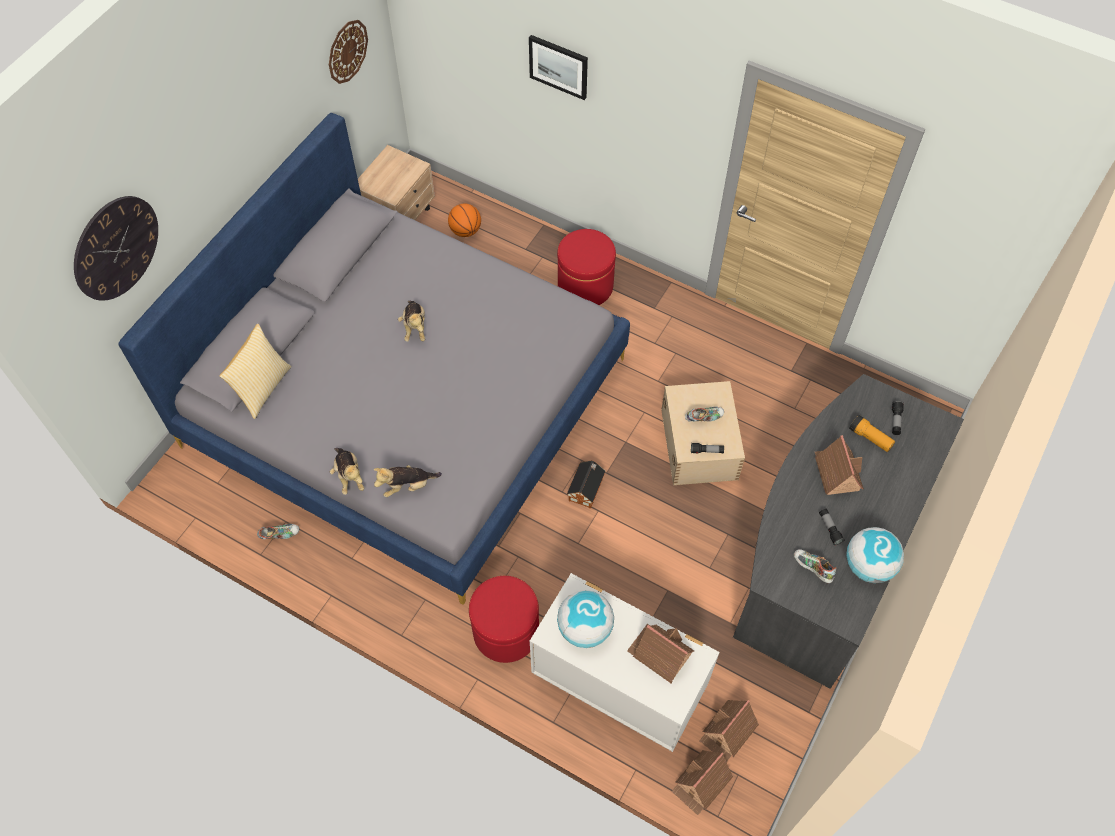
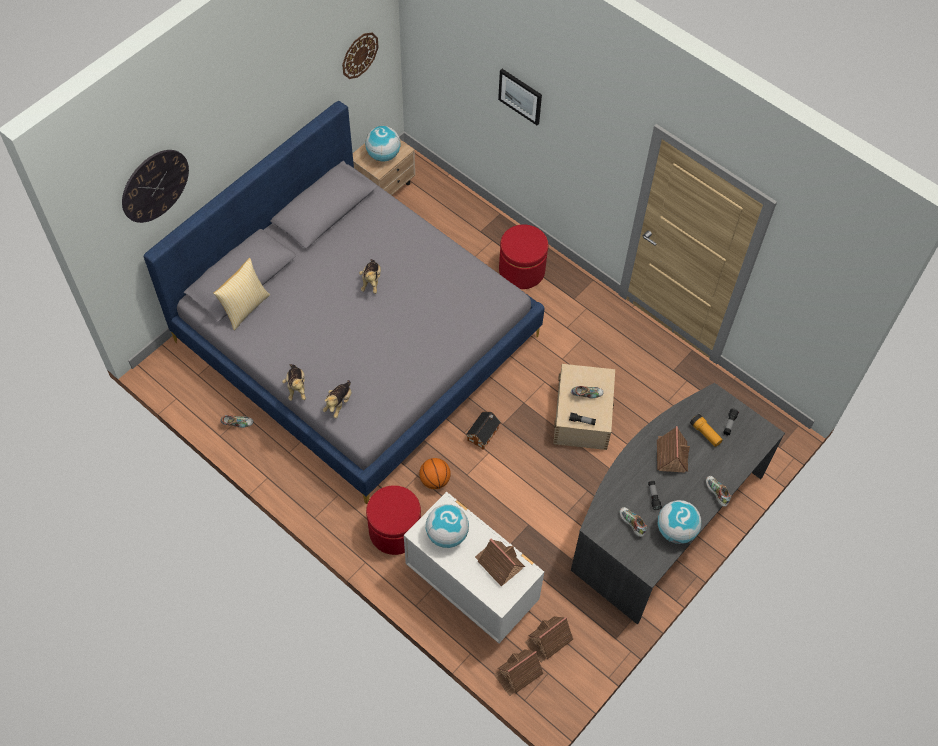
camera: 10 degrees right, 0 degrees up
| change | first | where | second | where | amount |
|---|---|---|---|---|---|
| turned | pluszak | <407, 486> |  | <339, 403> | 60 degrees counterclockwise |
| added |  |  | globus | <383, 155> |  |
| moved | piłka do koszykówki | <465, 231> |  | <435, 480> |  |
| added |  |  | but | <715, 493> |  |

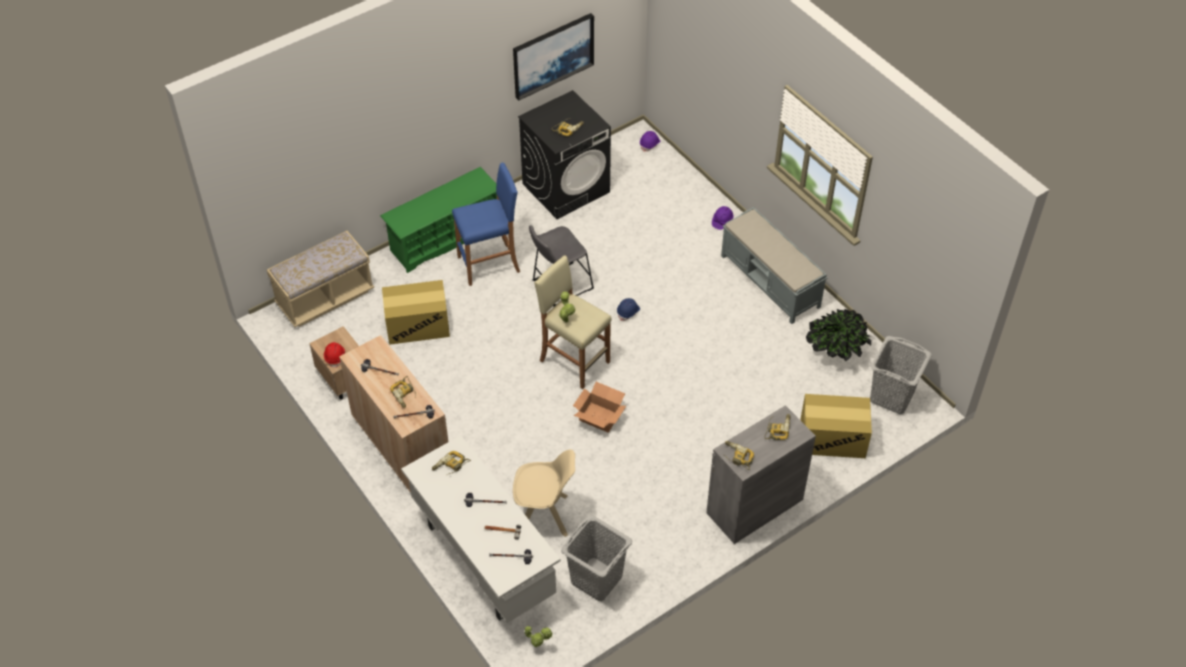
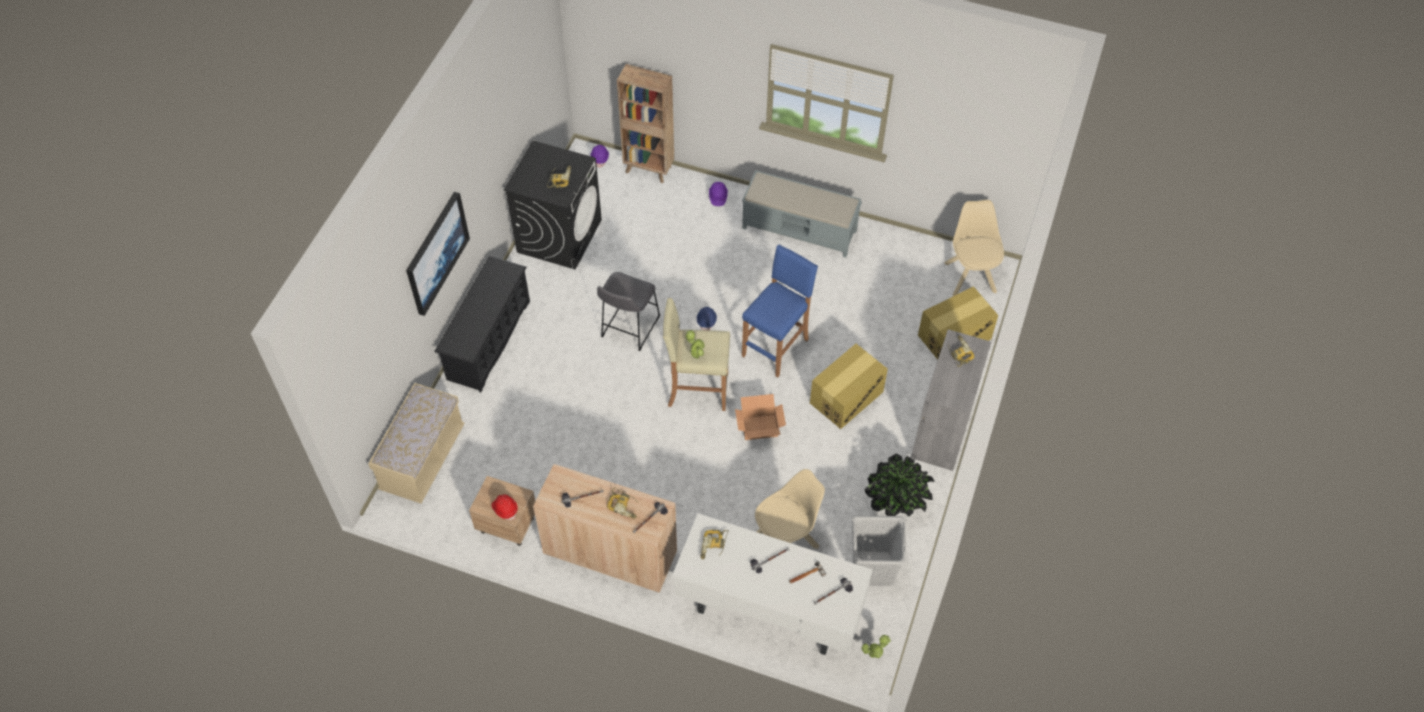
camera: 35 degrees left, 5 degrees up
| change | first | where | second | where | amount |
|---|---|---|---|---|---|
| moved | obraz | <553, 55> |  | <436, 253> |  |
| recoloured | regał na buty [zielony] | <445, 238> | regał na buty [czarny] | <488, 340> |  |
| added |  |  | regał [brązowy] | <649, 169> |  |
| moved | stołek [niebieski] | <489, 264> |  | <776, 347> |  |
| moved | karton | <417, 325> |  | <846, 397> |  |
| moved | roślina doniczkowa | <835, 354> |  | <896, 503> |  |
| replaced | kosz na pranie [szary] | <892, 396> | krzesło [beżowy] | <970, 276> |  |
| removed | wiertarka | <737, 457> |  |  |  |

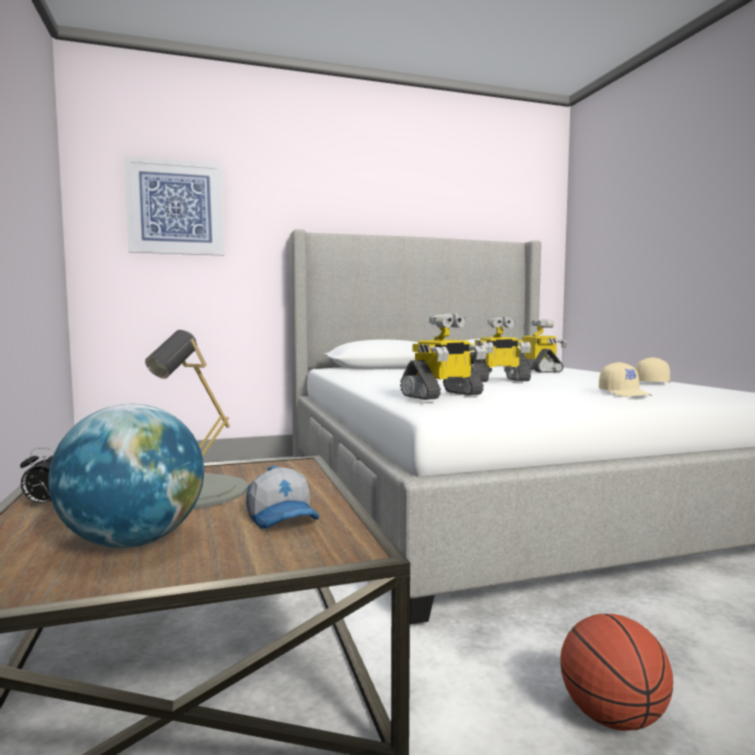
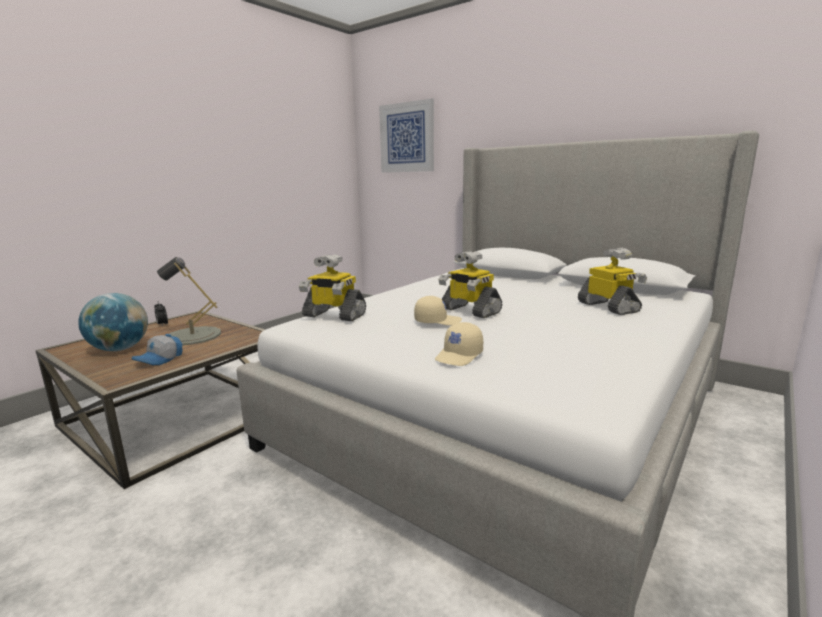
camera: 55 degrees right, 10 degrees up
| change | first | where | second | where | amount |
|---|---|---|---|---|---|
| moved | czapka z daszkiem [beżowy] | <652, 383> |  | <437, 321> |  |
| turned | robot zabawkowy | <538, 370> |  | <609, 307> | 60 degrees counterclockwise |
| removed | piłka do koszykówki | <612, 717> |  |  |  |

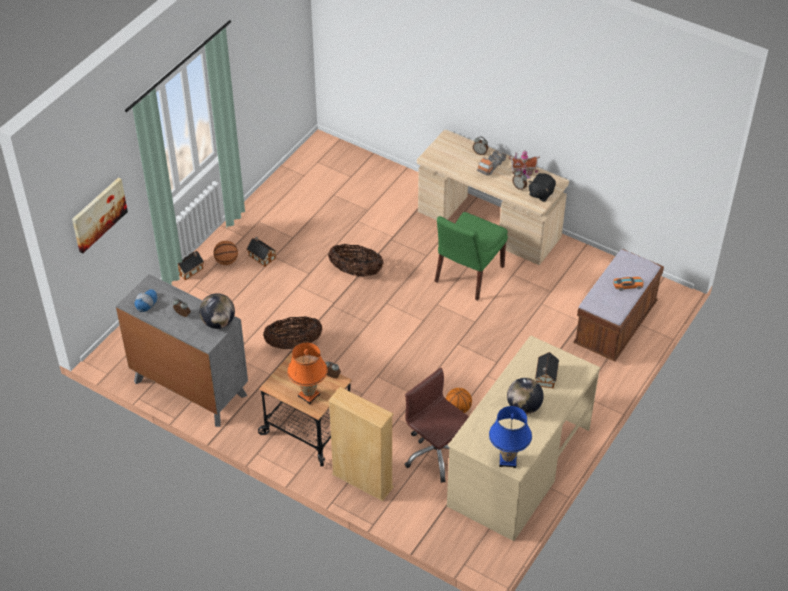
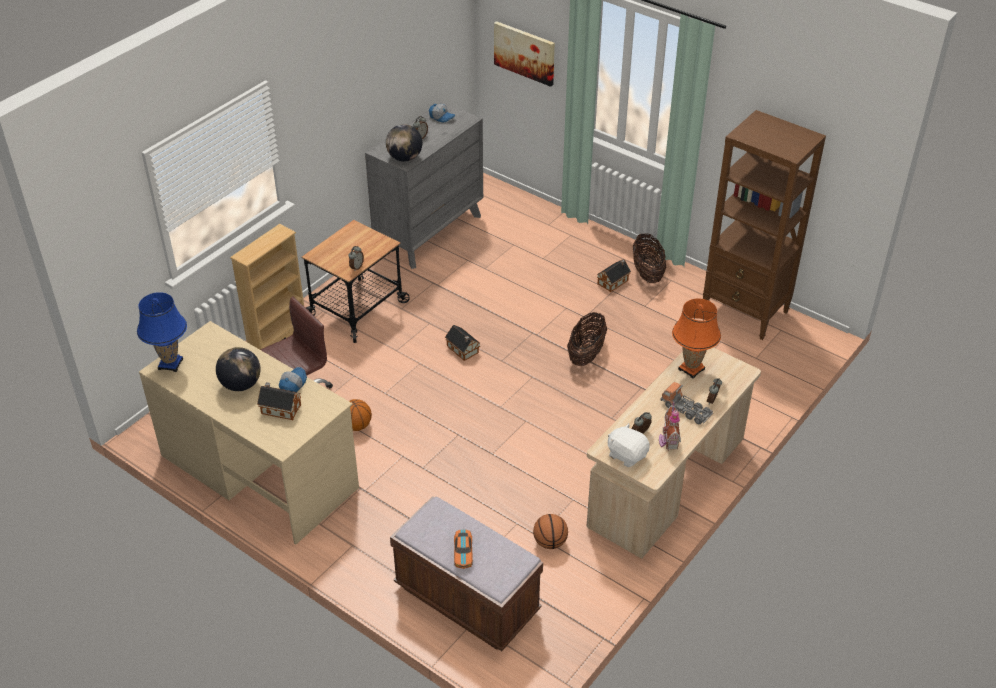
camera: 95 degrees right, 5 degrees down
| change | first | where | second | where | amount |
|---|---|---|---|---|---|
| added |  |  | czapka z daszkiem | <292, 384> |  |
| moved | domek | <190, 270> |  | <463, 350> |  |
| moved | piłka do koszykówki | <226, 261> |  | <550, 542> |  |
| recoloured | pluszak [czarny] | <541, 194> | pluszak [biały] | <627, 455> |  |
| moved | koszyk | <293, 344> |  | <647, 273> |  |
| moved | lampa stołowa [pomarańczowy] | <309, 395> |  | <691, 369> |  |
| added |  |  | regał [brązowy] | <745, 312> |  |
| removed | krzesło [zielony] | <468, 275> |  |  |  |

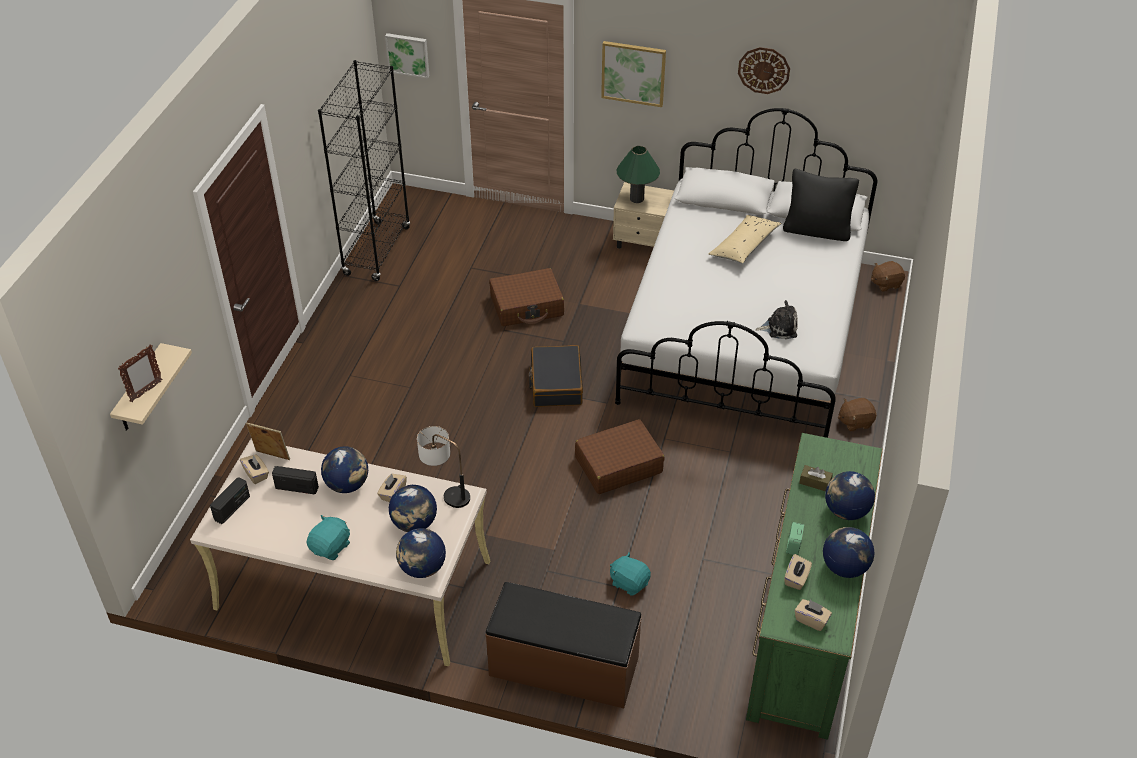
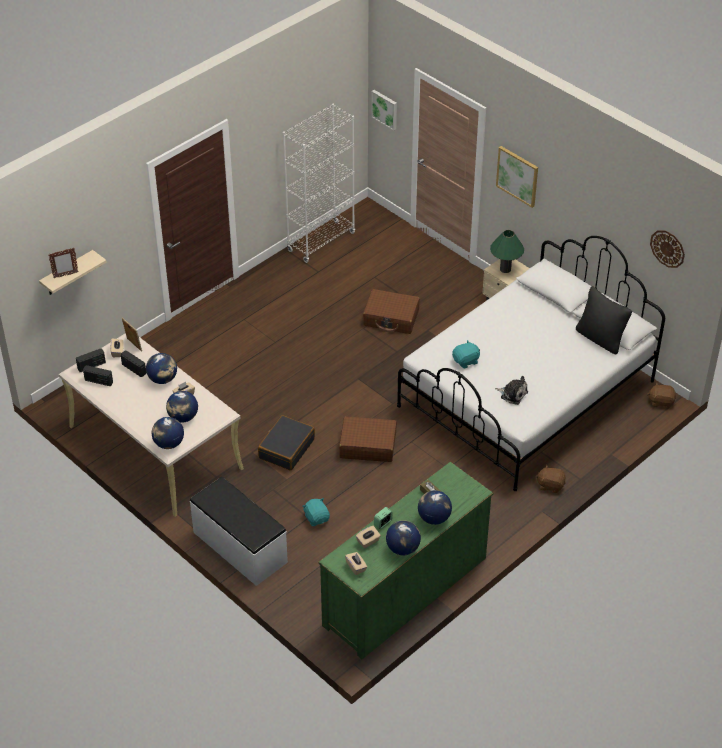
camera: 30 degrees right, 0 degrees up
| change | first | where | second | where | amount |
|---|---|---|---|---|---|
| added |  |  | radio | <98, 381> |  |
| recoloured | ławka [brązowy] | <563, 667> | ławka [biały] | <239, 547> |  |
| moved | walizka [czarny] | <556, 384> |  | <286, 448> |  |
| recoloured | regał [czarny] | <377, 251> | regał [biały] | <321, 242> |  |
| moved | pluszak [turkusowy] | <331, 547> |  | <466, 361> |  |
| moved | zegar ścienny | <764, 70> |  | <667, 248> |  |
| removed | lampa stołowa | <446, 492> |  |  |  |
| removed | poduszka [beżowy] | <744, 246> |  |  |  |

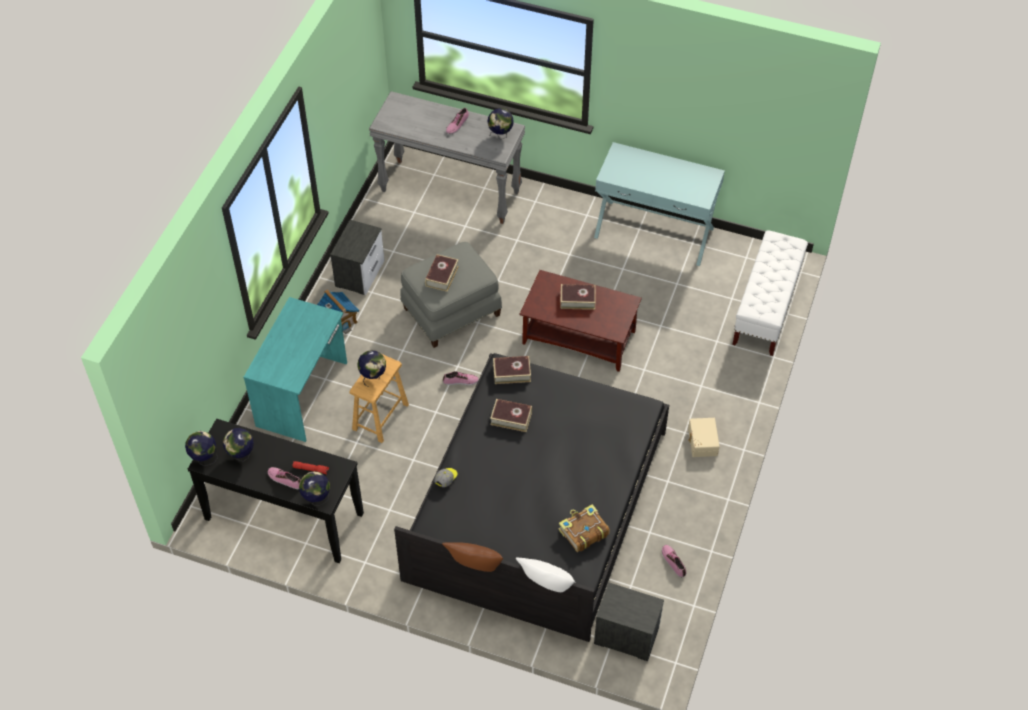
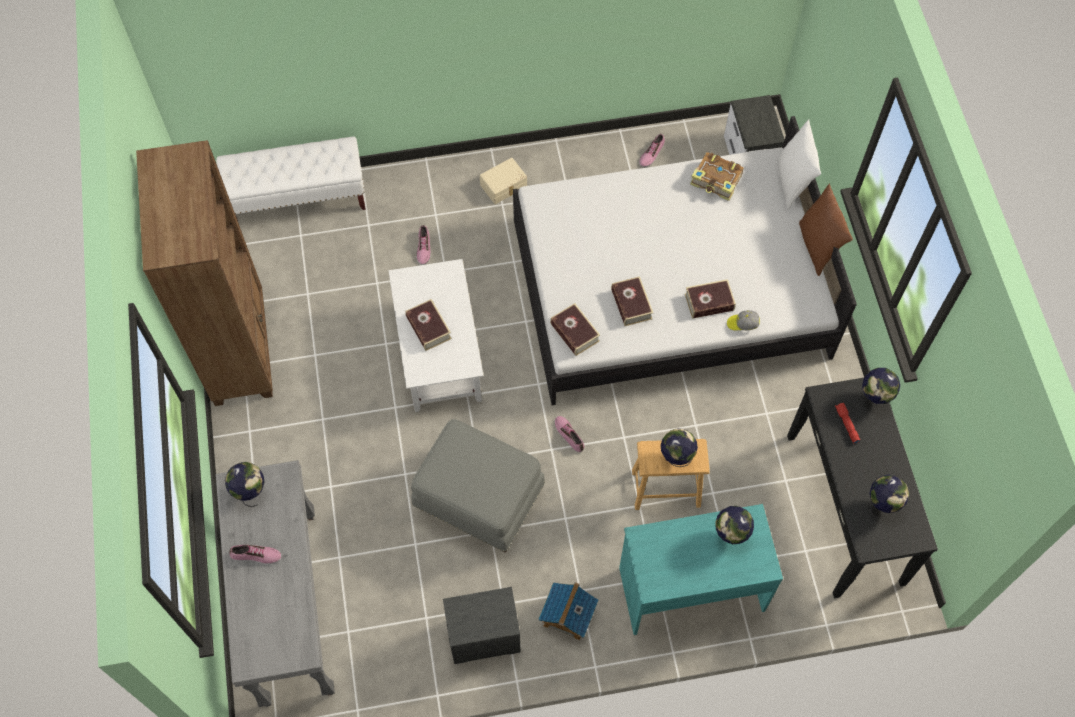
camera: 120 degrees left, 10 degrees up
| change | first | where | second | where | amount |
|---|---|---|---|---|---|
| replaced | stolik konsolowy [turkusowy] | <654, 232> | regał [brązowy] | <240, 349> |  |
| recoloured | ława [brązowy] | <580, 337> | ława [biały] | <438, 350> |  |
| moved | but | <285, 479> |  | <423, 248> |  |
| recoloured | łóżko [czarny] | <537, 505> | łóżko [biały] | <669, 287> |  |
| moved | książka | <442, 276> |  | <709, 302> |  |
| moved | globus | <204, 459> |  | <730, 535> |  |

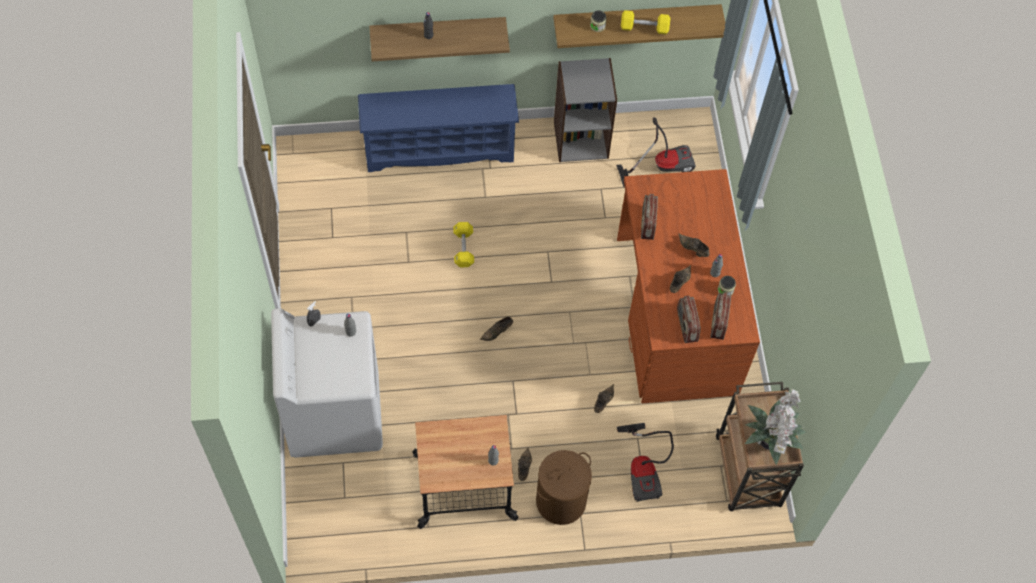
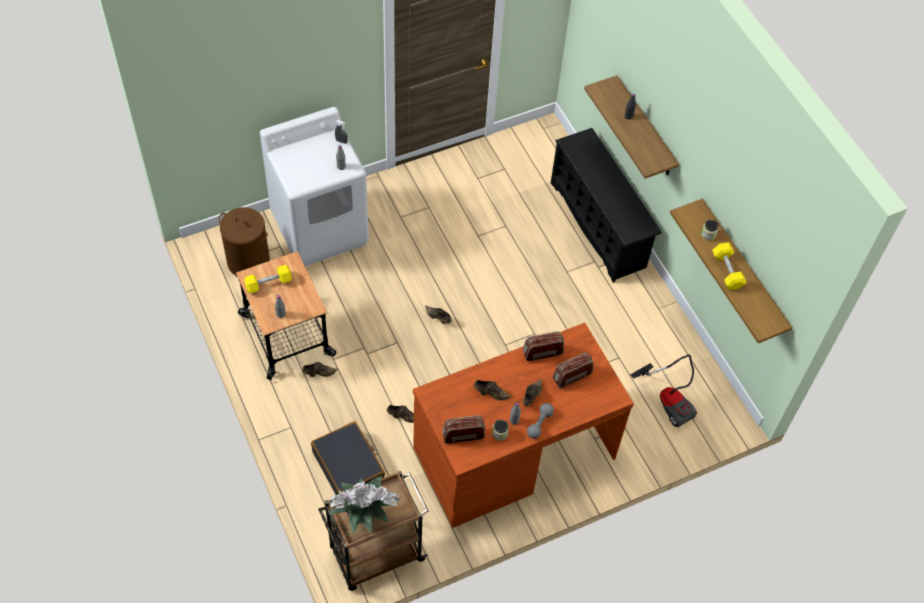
camera: 70 degrees right, 5 degrees down
| change | first | where | second | where | amount |
|---|---|---|---|---|---|
| moved | kosz na pranie [brązowy] | <561, 500> |  | <249, 261> |  |
| moved | hantel [żółty] | <463, 248> |  | <268, 283> |  |
| replaced | odkurzacz | <643, 470> | walizka [czarny] | <348, 466> |  |
| added |  |  | hantel [szary] | <539, 424> |  |
| recoloured | regał na buty [niebieski] | <440, 148> | regał na buty [czarny] | <599, 225> |  |
| moved | radio | <686, 325> |  | <572, 376> |  |
| removed | regał [szary] | <581, 139> |  |  |  |

